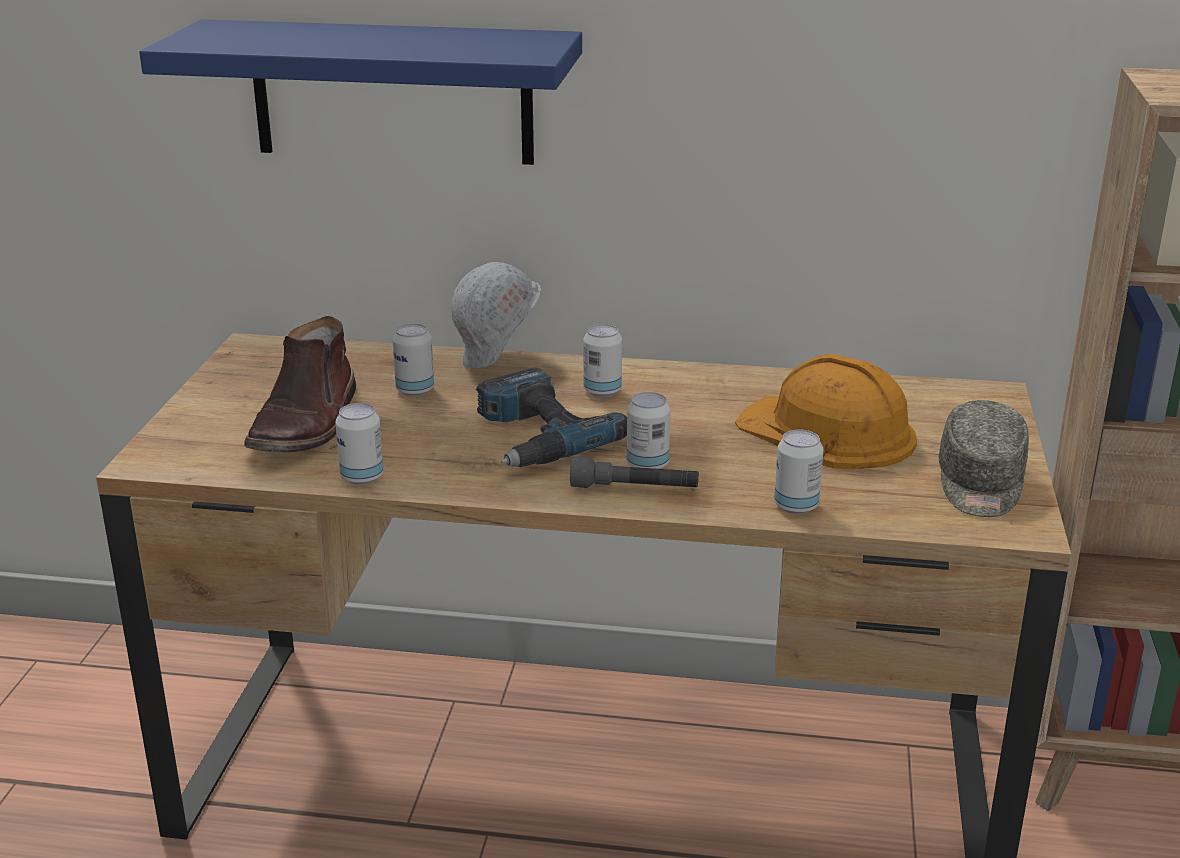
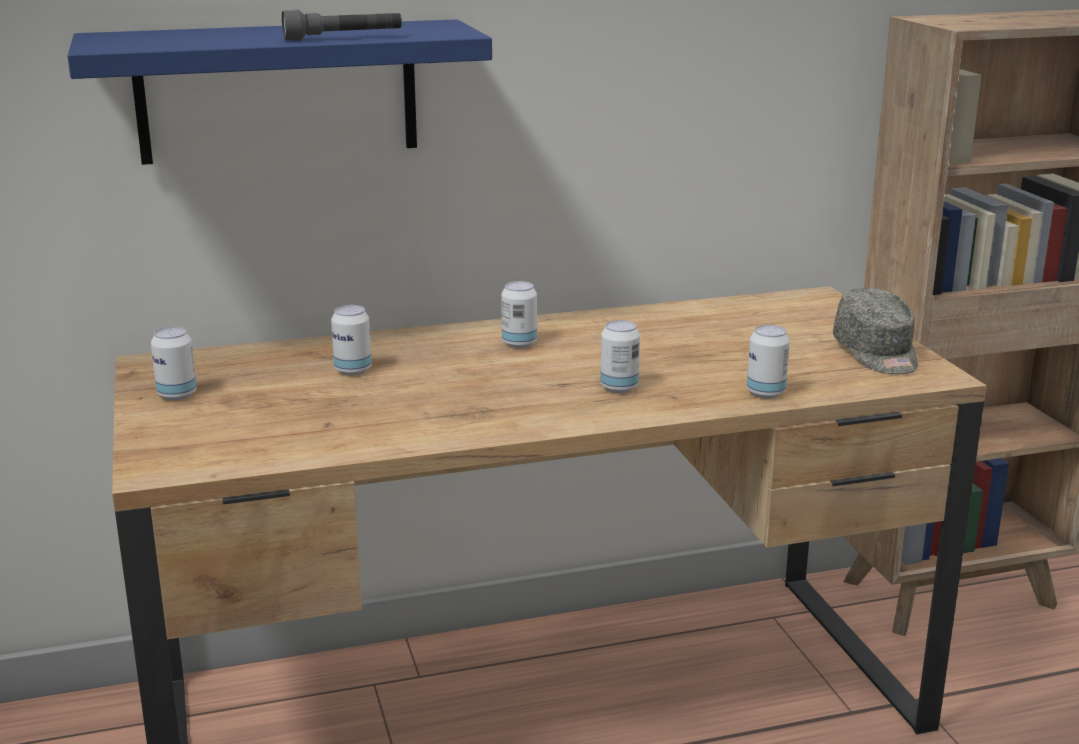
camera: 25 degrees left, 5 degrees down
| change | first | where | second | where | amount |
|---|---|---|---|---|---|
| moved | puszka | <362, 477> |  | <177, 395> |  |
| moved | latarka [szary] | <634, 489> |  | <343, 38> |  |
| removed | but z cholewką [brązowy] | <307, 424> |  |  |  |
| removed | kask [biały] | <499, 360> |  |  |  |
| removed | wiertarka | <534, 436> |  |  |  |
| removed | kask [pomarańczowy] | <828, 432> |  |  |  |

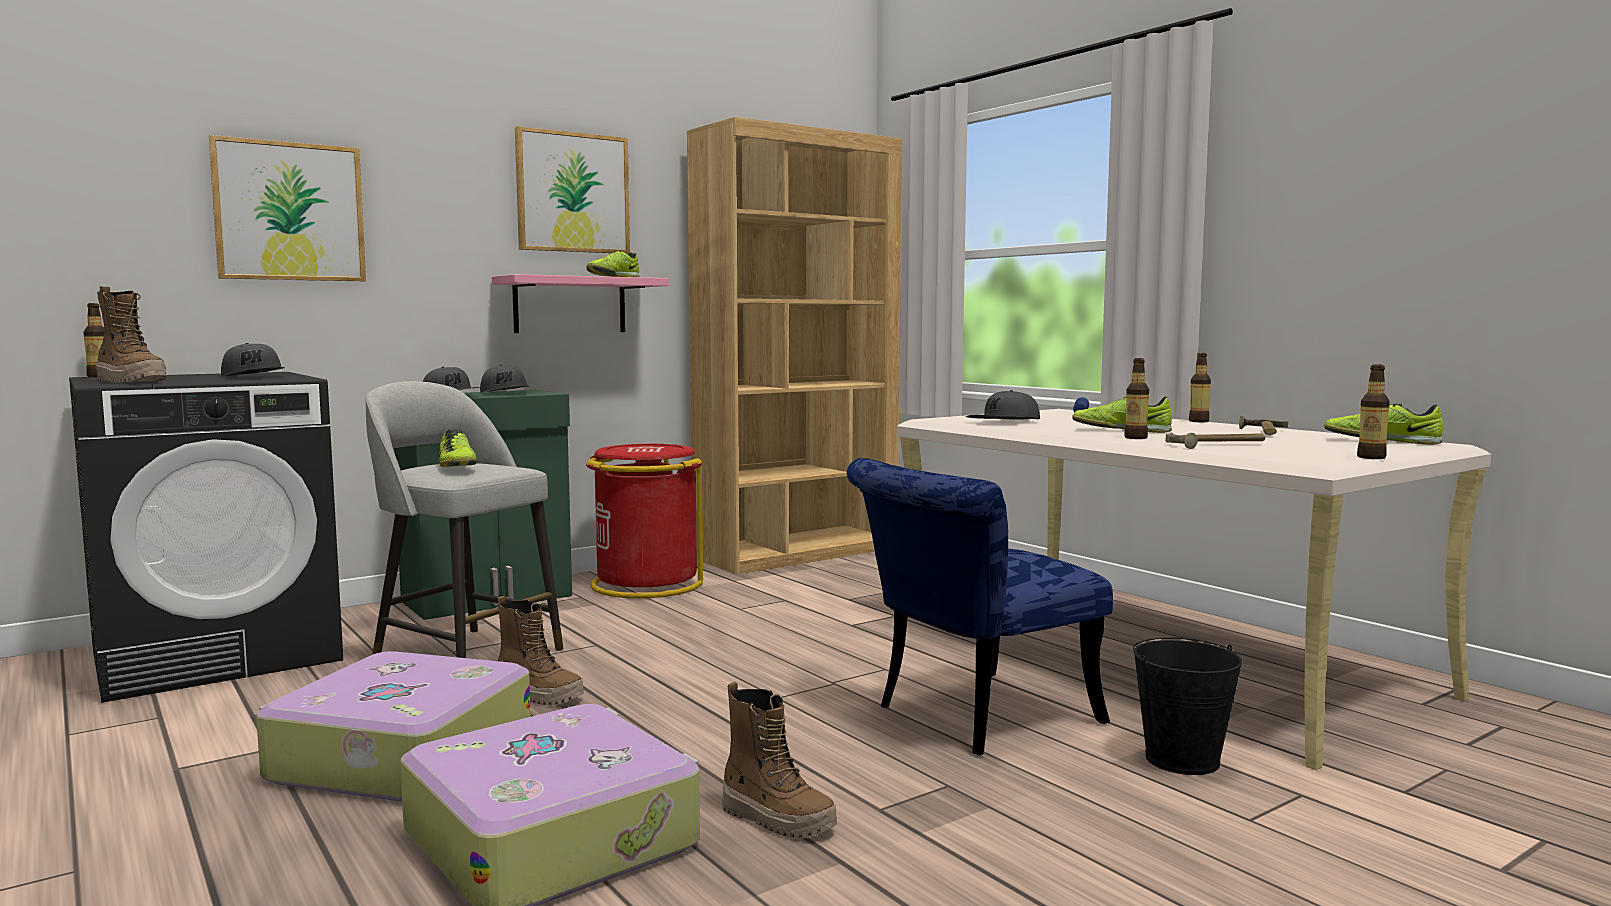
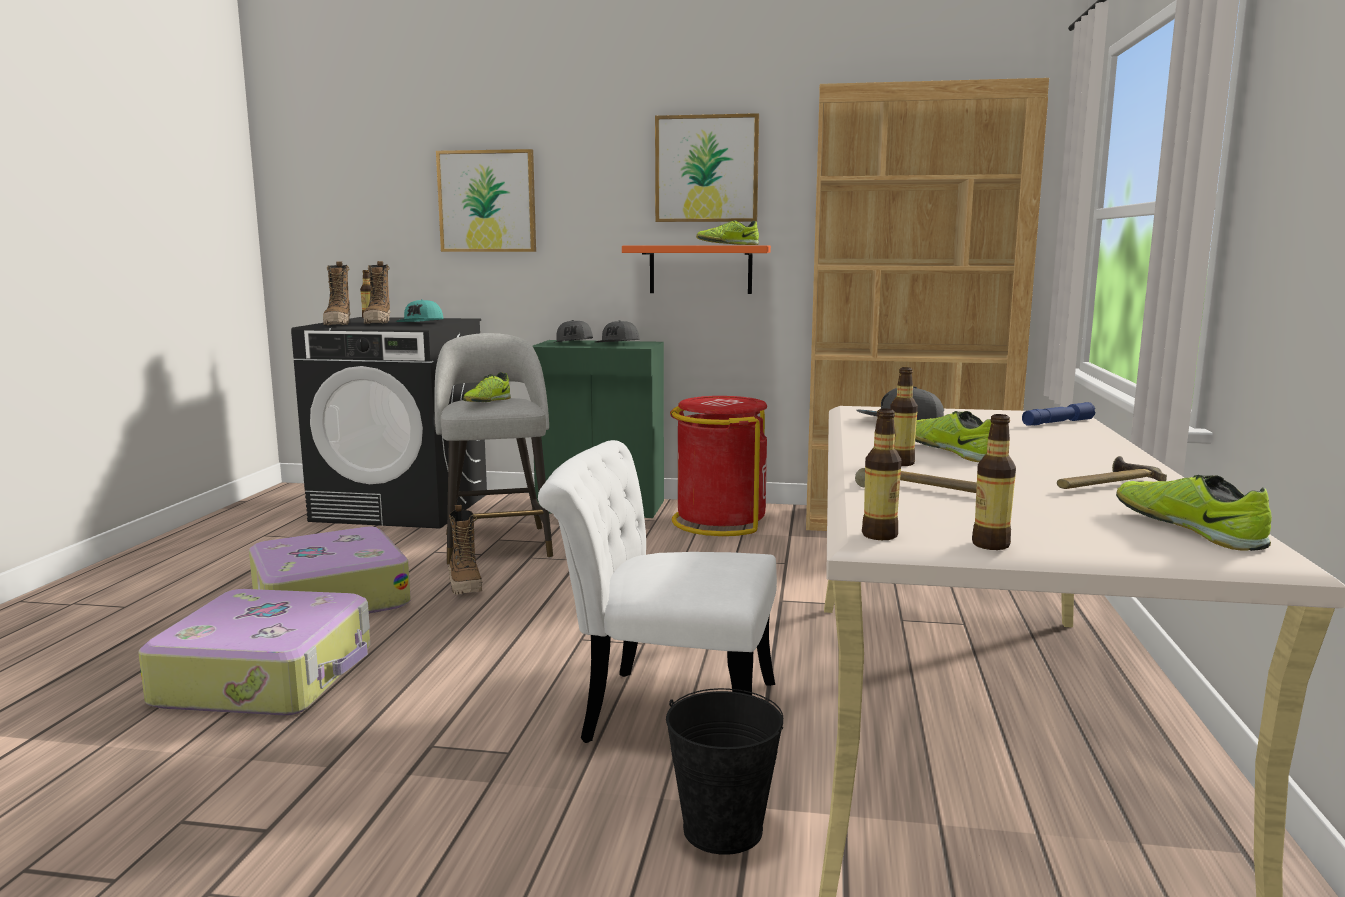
camera: 45 degrees right, 5 degrees up
| change | first | where | second | where | amount |
|---|---|---|---|---|---|
| moved | but z cholewką | <778, 820> |  | <378, 323> |  |
| recoloured | czapka z daszkiem [szary] | <254, 376> | czapka z daszkiem [turkusowy] | <421, 323> |  |
| recoloured | krzesło [niebieski] | <971, 717> | krzesło [biały] | <662, 711> |  |
| recoloured | półka [różowy] | <570, 305> | półka [pomarańczowy] | <700, 269> |  |
| moved | butelka | <1198, 421> |  | <880, 535> |  |

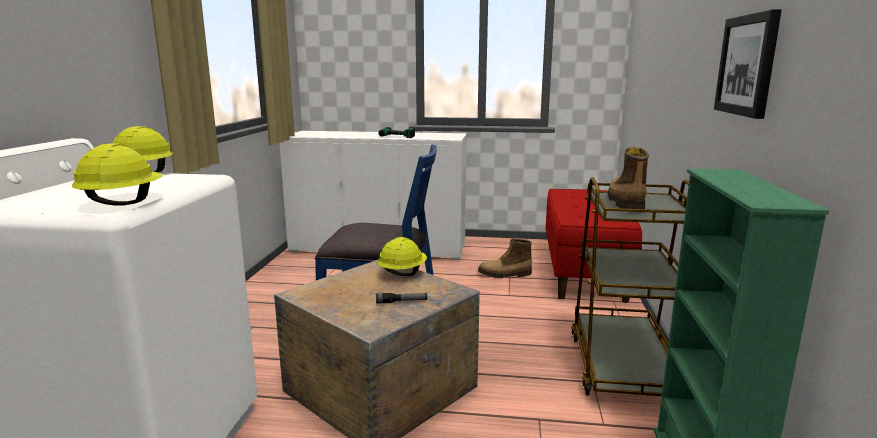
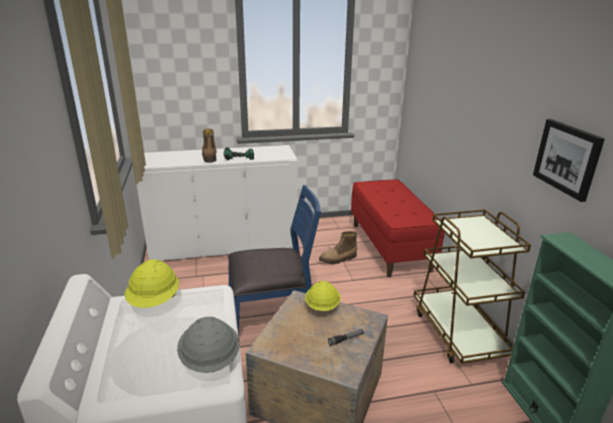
camera: 20 degrees left, 10 degrees up
| change | first | where | second | where | amount |
|---|---|---|---|---|---|
| recoloured | kask [żółty] | <122, 203> | kask [szary] | <209, 360> |  |
| moved | but z cholewką | <624, 202> |  | <209, 156> |  |

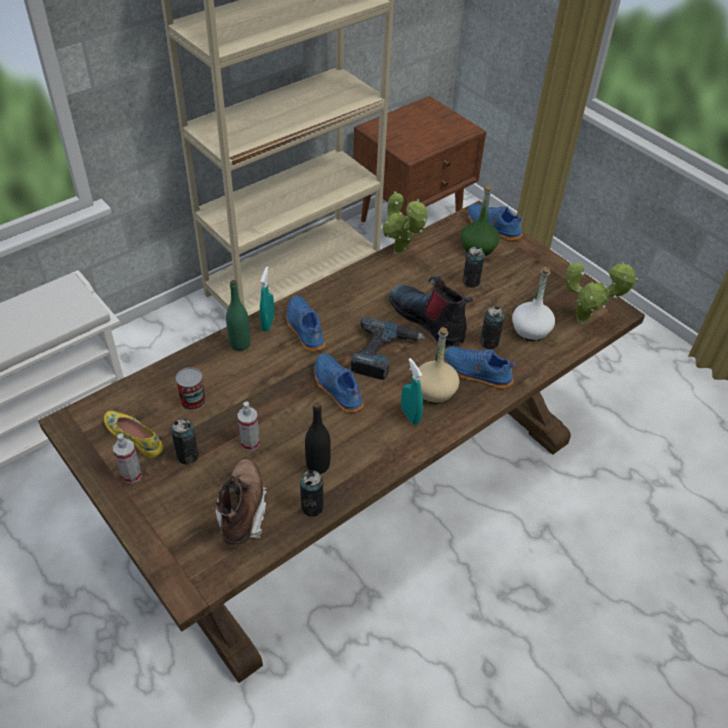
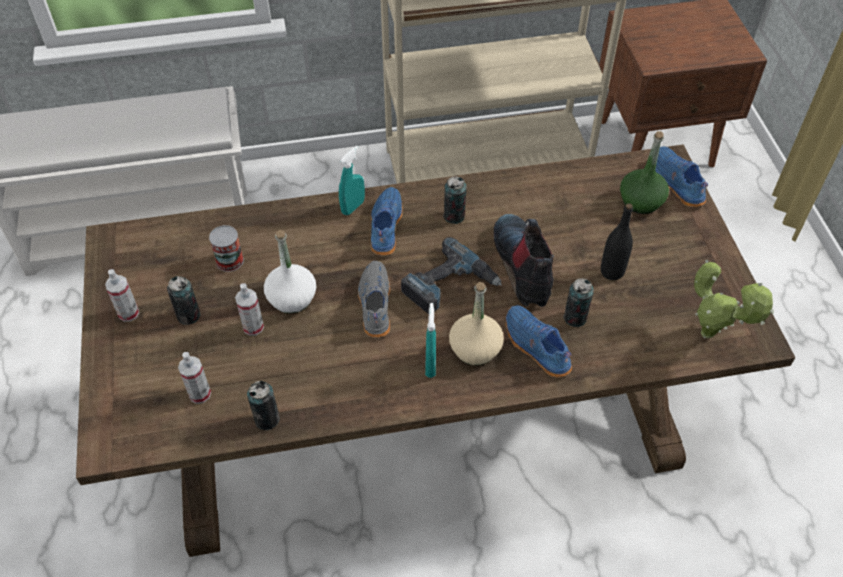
camera: 30 degrees right, 5 degrees up
| change | first | where | second | where | amount |
|---|---|---|---|---|---|
| replaced | but z cholewką [brązowy] | <242, 512> | spryskiwacz | <199, 394> |  |
| moved | butelka [biały] | <531, 330> |  | <292, 298> |  |
| recoloured | but [niebieski] | <336, 389> | but [szary] | <374, 305> |  |
| moved | puszka | <471, 282> |  | <454, 216> |  |
| moved | butelka [czarny] | <318, 465> |  | <612, 272> |  |
| removed | but [żółty] | <135, 436> |  |  |  |
| removed | butelka [zielony] | <240, 344> |  |  |  |
| removed | roślina doniczkowa | <400, 253> |  |  |  |

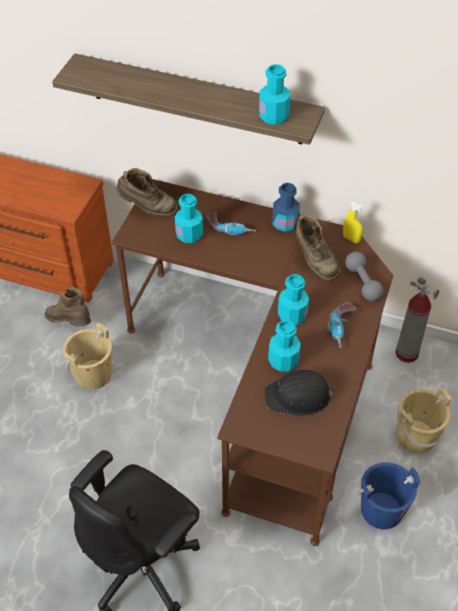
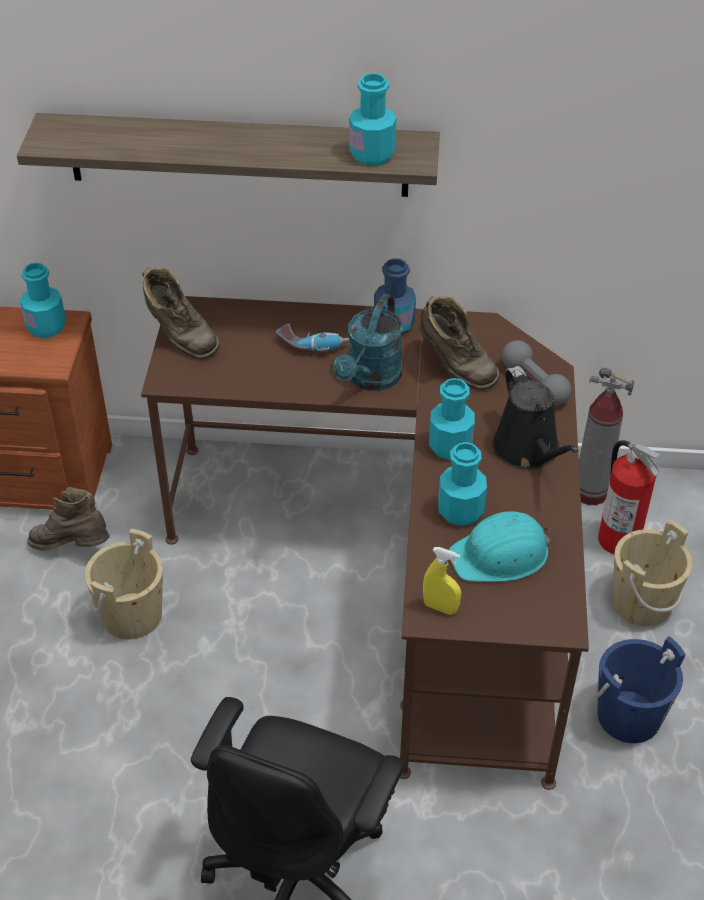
camera: 15 degrees left, 5 degrees down
| change | first | where | second | where | amount |
|---|---|---|---|---|---|
| moved | butelka [turkusowy] | <189, 234> |  | <46, 327> |  |
| turned | but z cholewką [brązowy] | <147, 208> |  | <180, 338> | 45 degrees clockwise |
| added |  |  | konewka [turkusowy] | <370, 379> |  |
| moved | spryskiwacz [żółty] | <351, 239> |  | <440, 607> |  |
| recoloured | kask [czarny] | <298, 396> | kask [turkusowy] | <501, 555> |  |
| replaced | wiertarka | <342, 329> | konewka [czarny] | <528, 451> |  |
| added |  |  | gaśnica | <618, 539> |  |

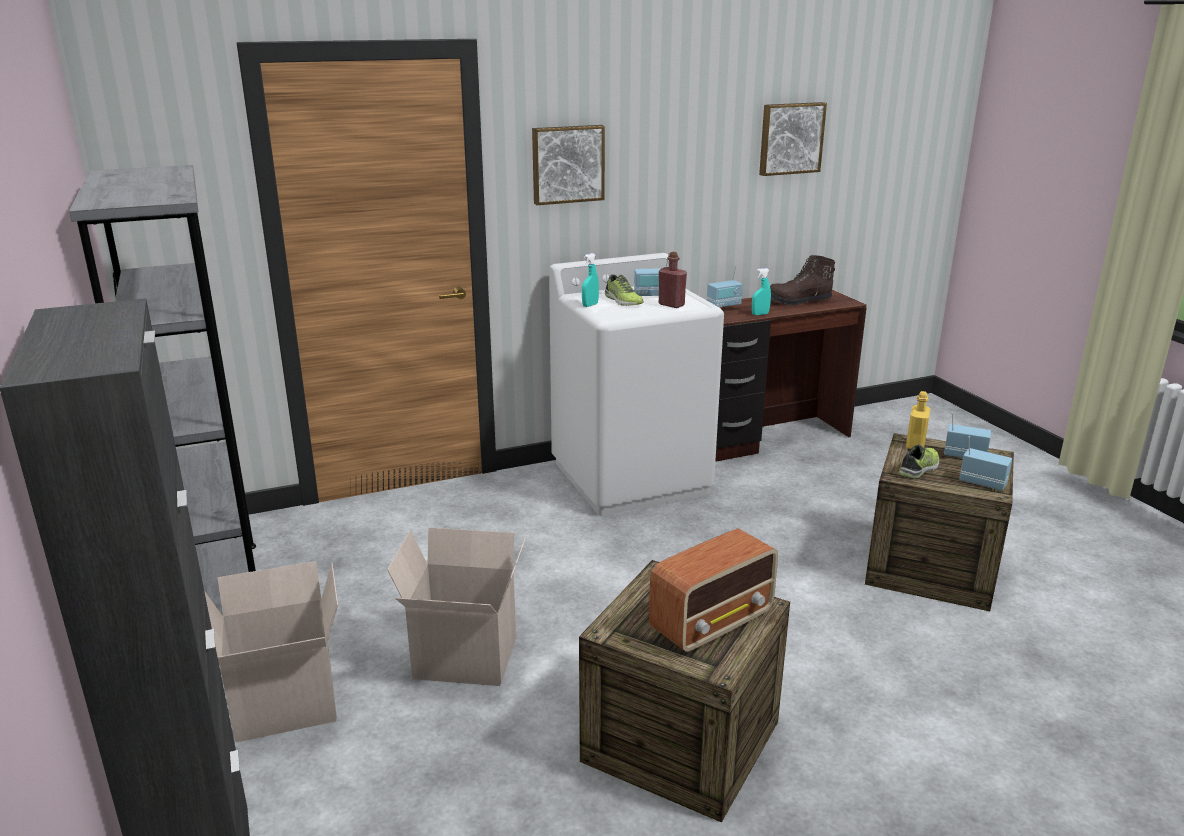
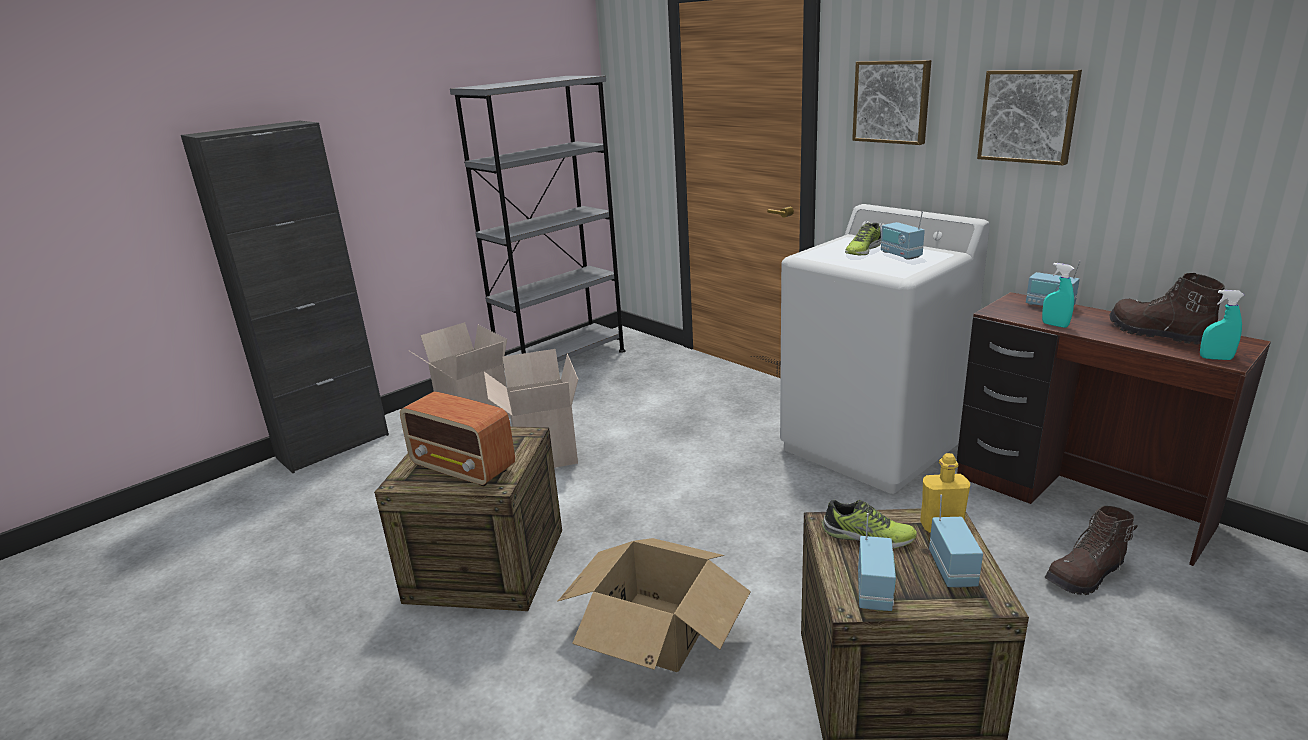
camera: 70 degrees right, 0 degrees up
| change | first | where | second | where | amount |
|---|---|---|---|---|---|
| added |  |  | karton | <655, 631> |  |
| moved | obraz | <790, 138> |  | <1028, 116> |  |
| added |  |  | but z cholewką [brązowy] | <1086, 576> |  |
| moved | spryskiwacz [turkusowy] | <590, 305> |  | <1215, 358> |  |
| removed | butelka [czerwony] | <671, 305> |  |  |  |

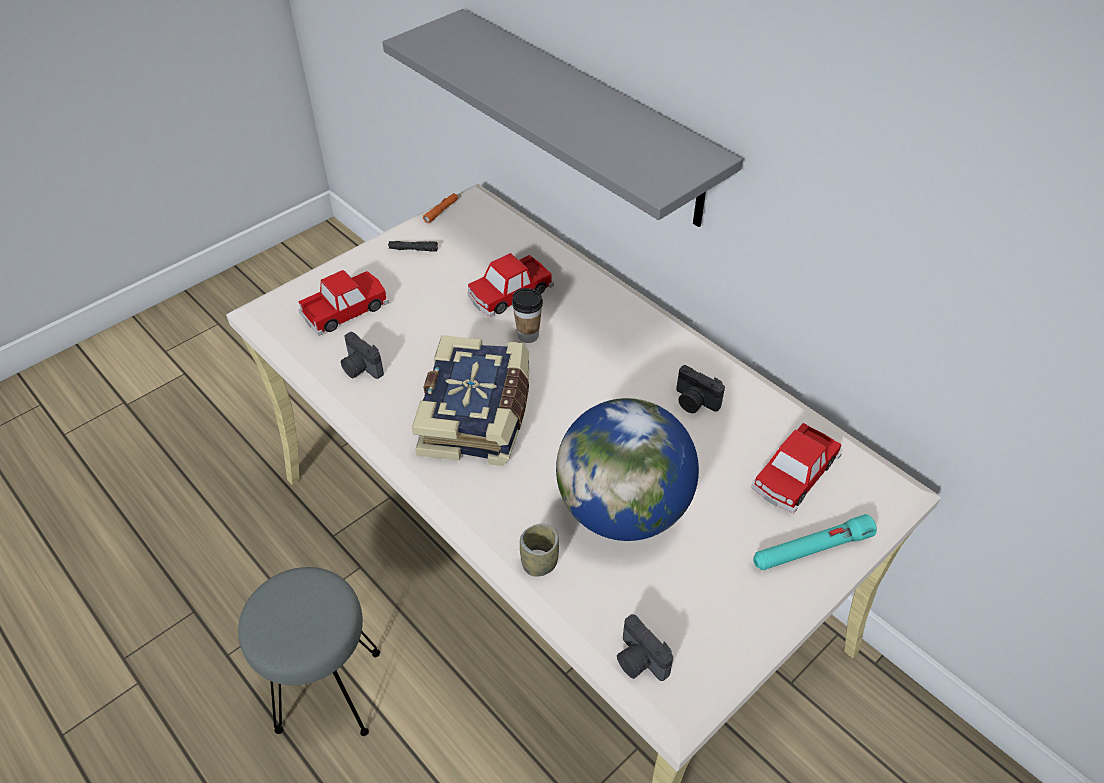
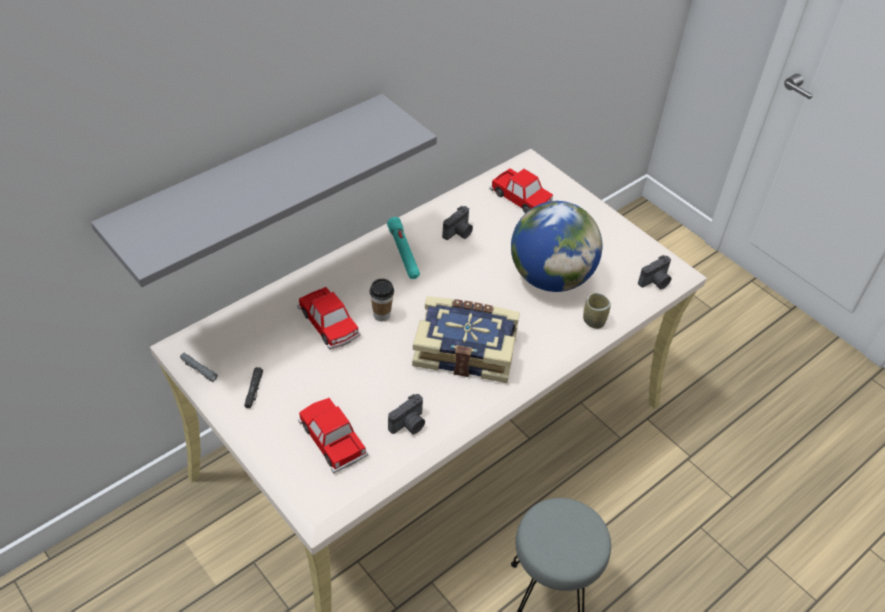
camera: 90 degrees left, 0 degrees up
| change | first | where | second | where | amount |
|---|---|---|---|---|---|
| recoloured | latarka [pomarańczowy] | <441, 211> | latarka [szary] | <198, 369> |  |
| moved | latarka [turkusowy] | <811, 549> |  | <403, 253> |  |

